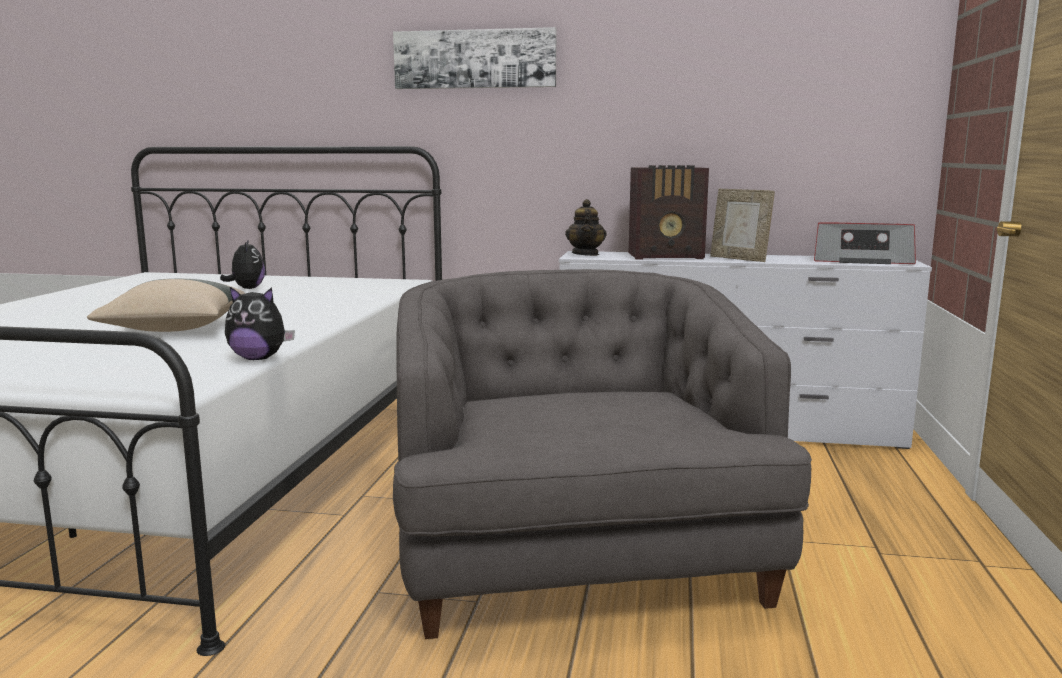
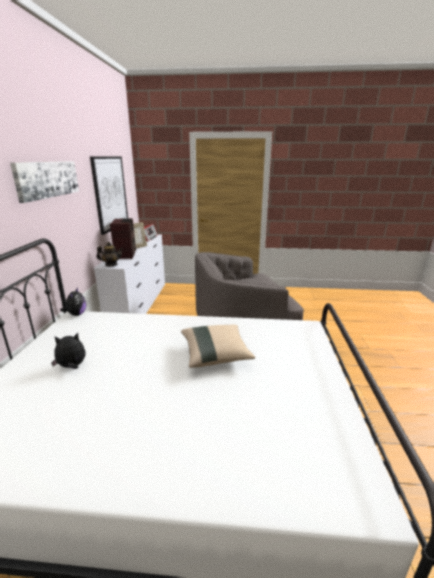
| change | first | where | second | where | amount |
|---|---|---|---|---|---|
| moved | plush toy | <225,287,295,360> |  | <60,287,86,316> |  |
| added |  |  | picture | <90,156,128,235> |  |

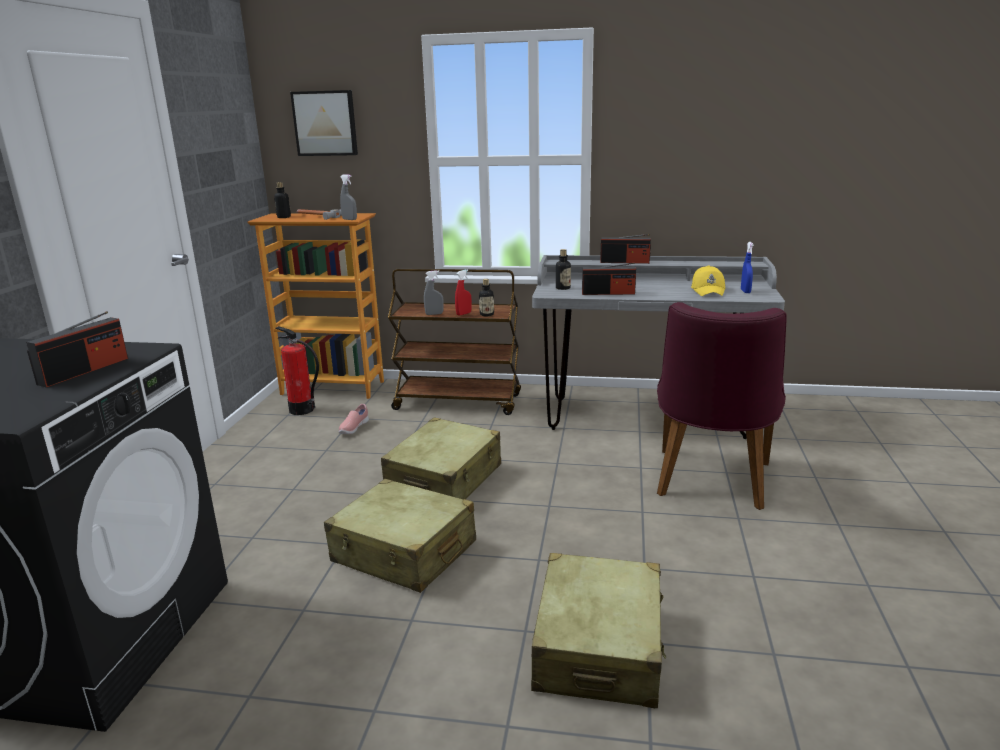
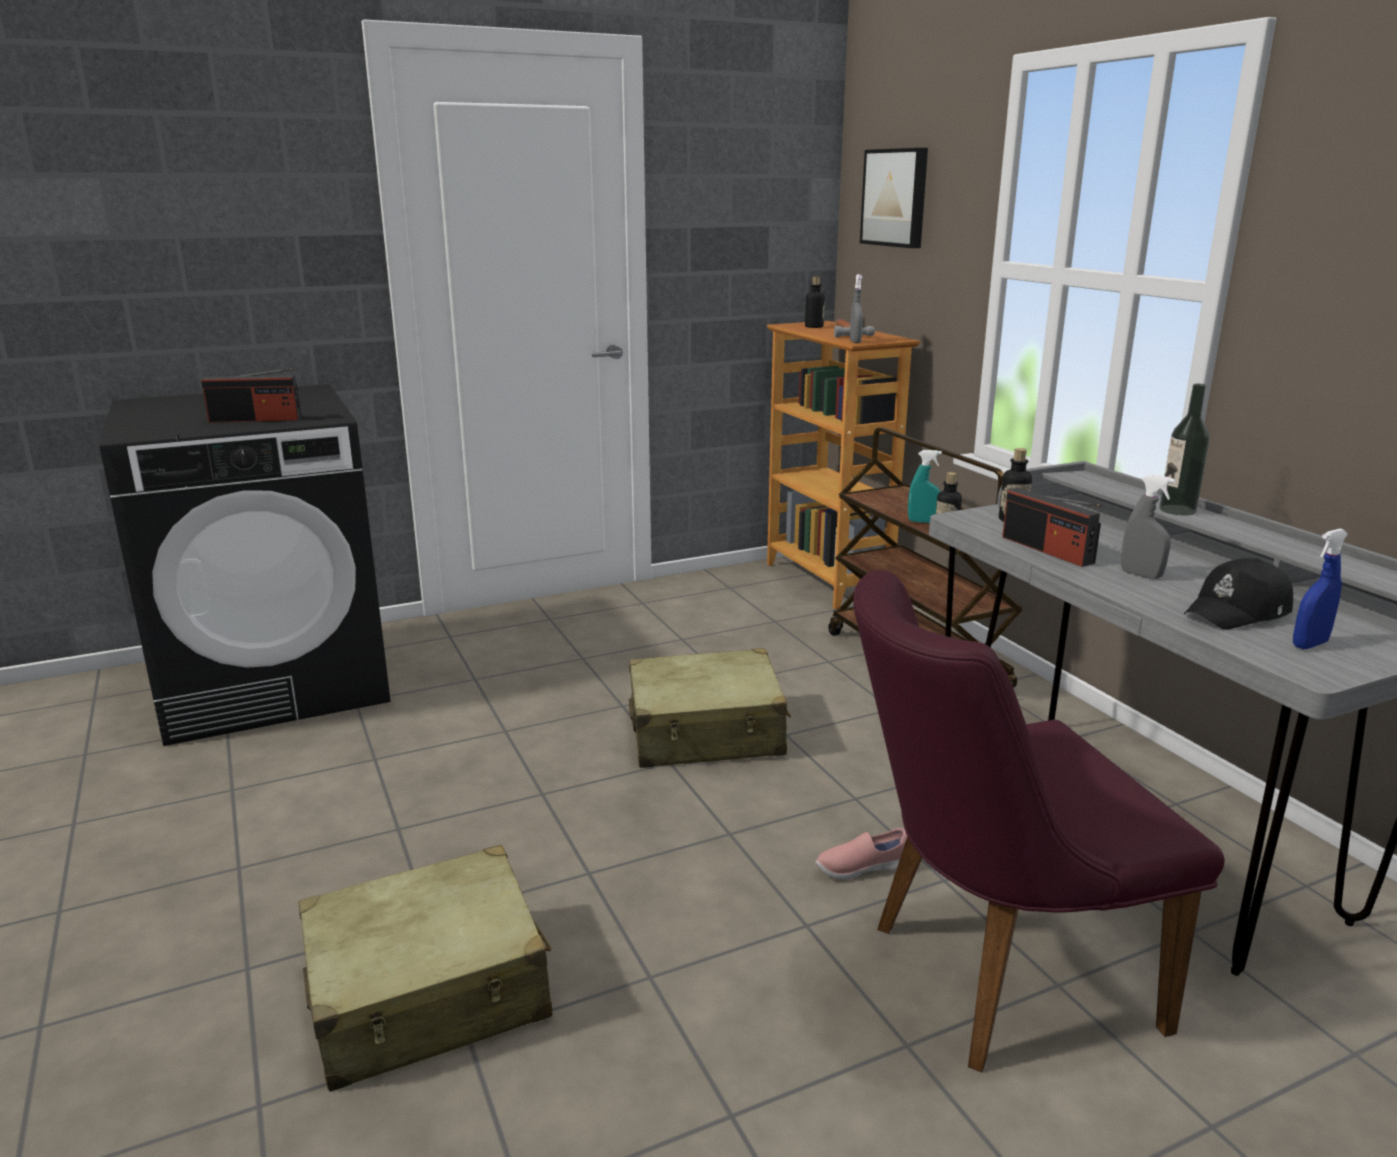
| change | first | where | second | where | amount |
|---|---|---|---|---|---|
| moved | pink shoe | <338,404,369,434> |  | <816,828,907,880> |  |
| recoloured | red spray bottle | <455,269,472,316> | turquoise spray bottle | <908,450,942,523> |  |
| moved | grey spray bottle | <424,270,444,315> |  | <1121,474,1176,579> |  |
| replaced | radio | <600,234,651,264> | bottle | <1159,384,1210,515> |  |
| recoloured | yellow cap | <691,265,725,296> | black cap | <1184,558,1293,630> |  |
| removed | fire extinguisher | <276,326,319,415> |  |  |  |
| removed | beige suitcase | <324,479,476,593> |  |  |  |

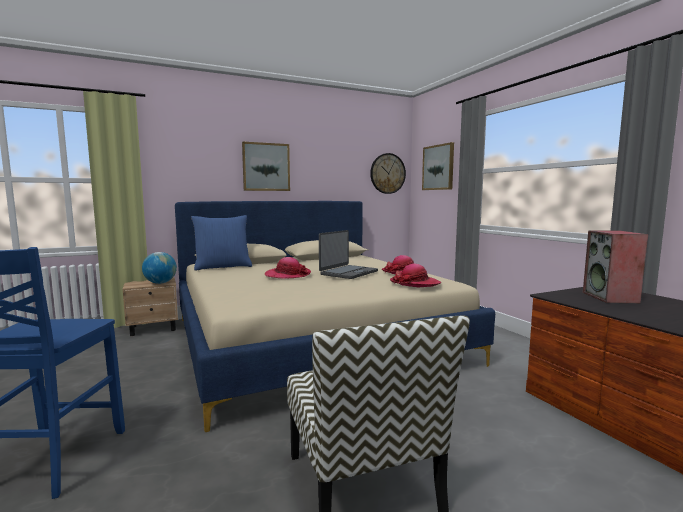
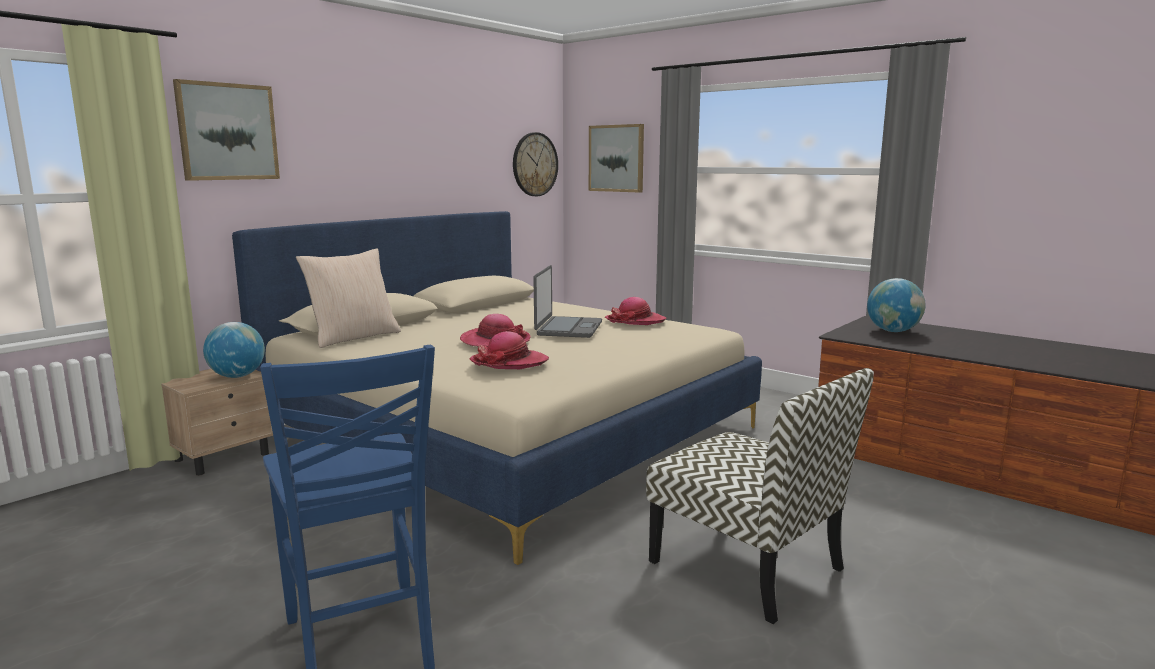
| change | first | where | second | where | amount |
|---|---|---|---|---|---|
| moved | picture | <242,142,290,191> |  | <173,79,280,181> |  |
| recoloured | blue pillow | <191,215,252,270> | beige pillow | <296,249,401,348> |  |
| moved | hat | <390,264,441,288> |  | <470,331,549,369> |  |
| replaced | speaker | <583,230,648,303> | globe | <867,278,926,332> |  |

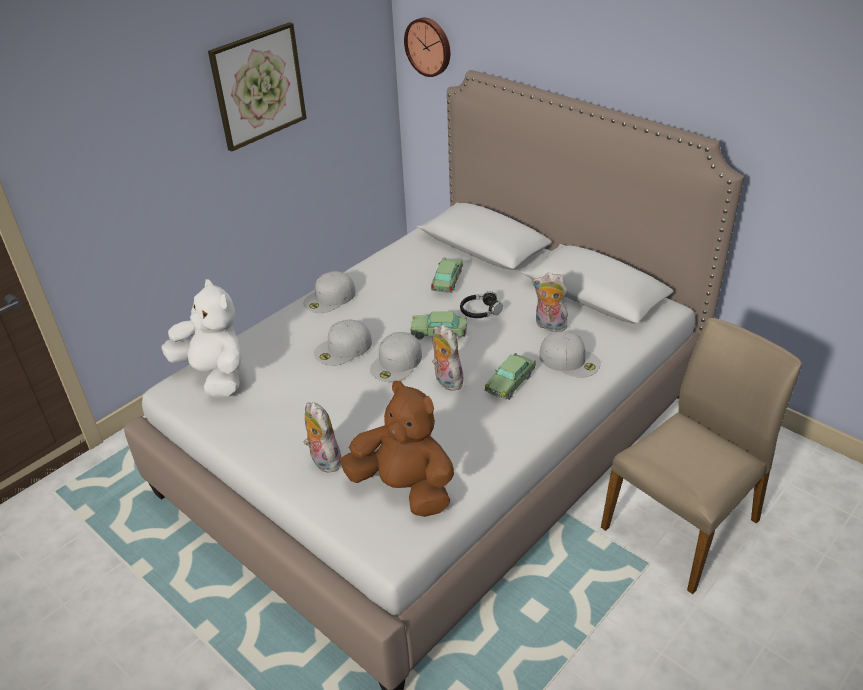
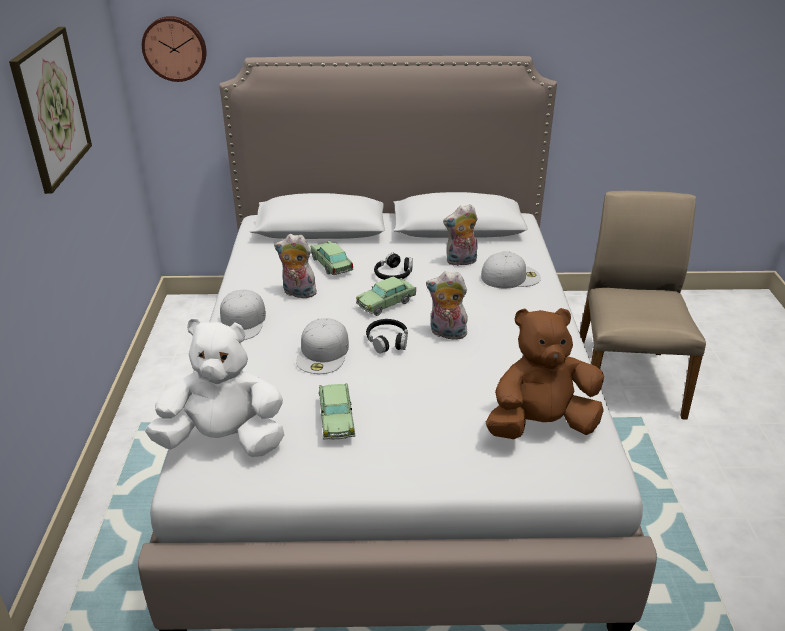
| change | first | where | second | where | amount |
|---|---|---|---|---|---|
| moved | plush toy | <304,402,341,473> |  | <274,234,317,298> |  |
| moved | toy car | <484,353,536,400> |  | <319,383,356,440> |  |
| replaced | white cap | <370,332,422,382> | black headphones | <366,319,408,354> |  |

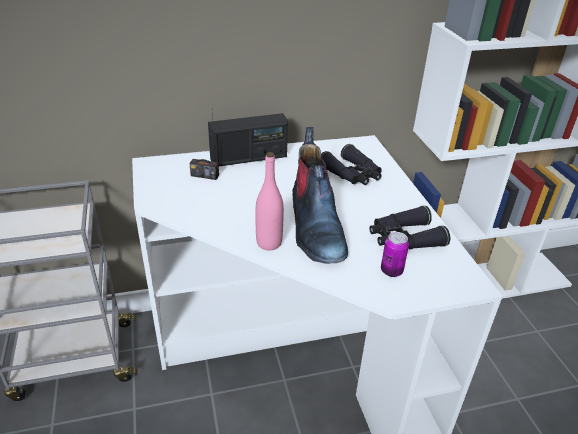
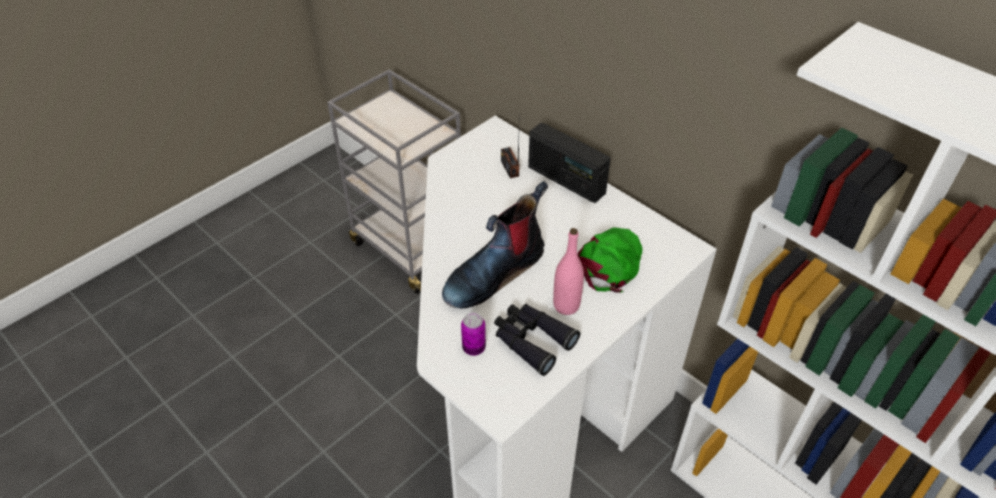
| change | first | where | second | where | amount |
|---|---|---|---|---|---|
| moved | pink bottle | <255,152,284,250> |  | <553,228,584,315> |  |
| replaced | black binoculars | <321,144,382,185> | green cap | <578,227,643,293> |  |

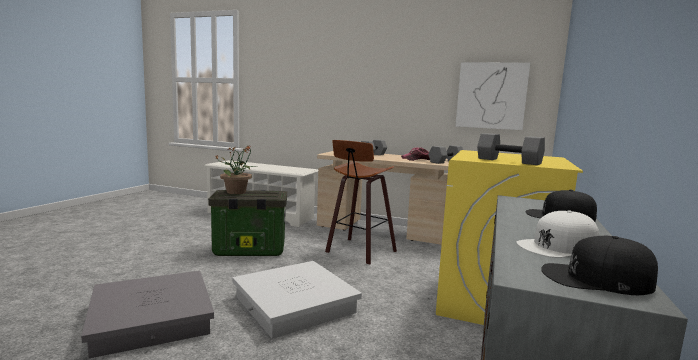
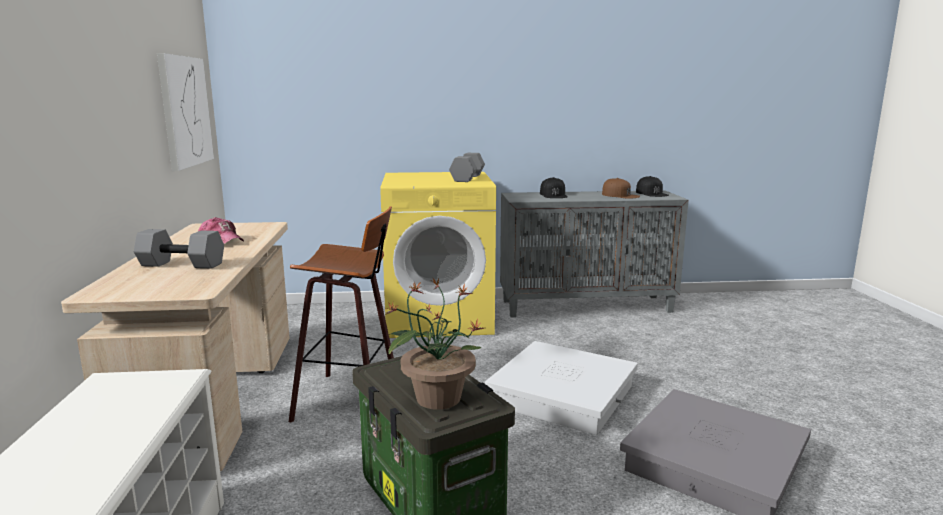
| change | first | where | second | where | amount |
|---|---|---|---|---|---|
| recoloured | white cap | <516,210,599,258> | brown cap | <602,178,640,199> |  |
| removed | grey dumbbell | <428,145,463,164> |  |  |  |

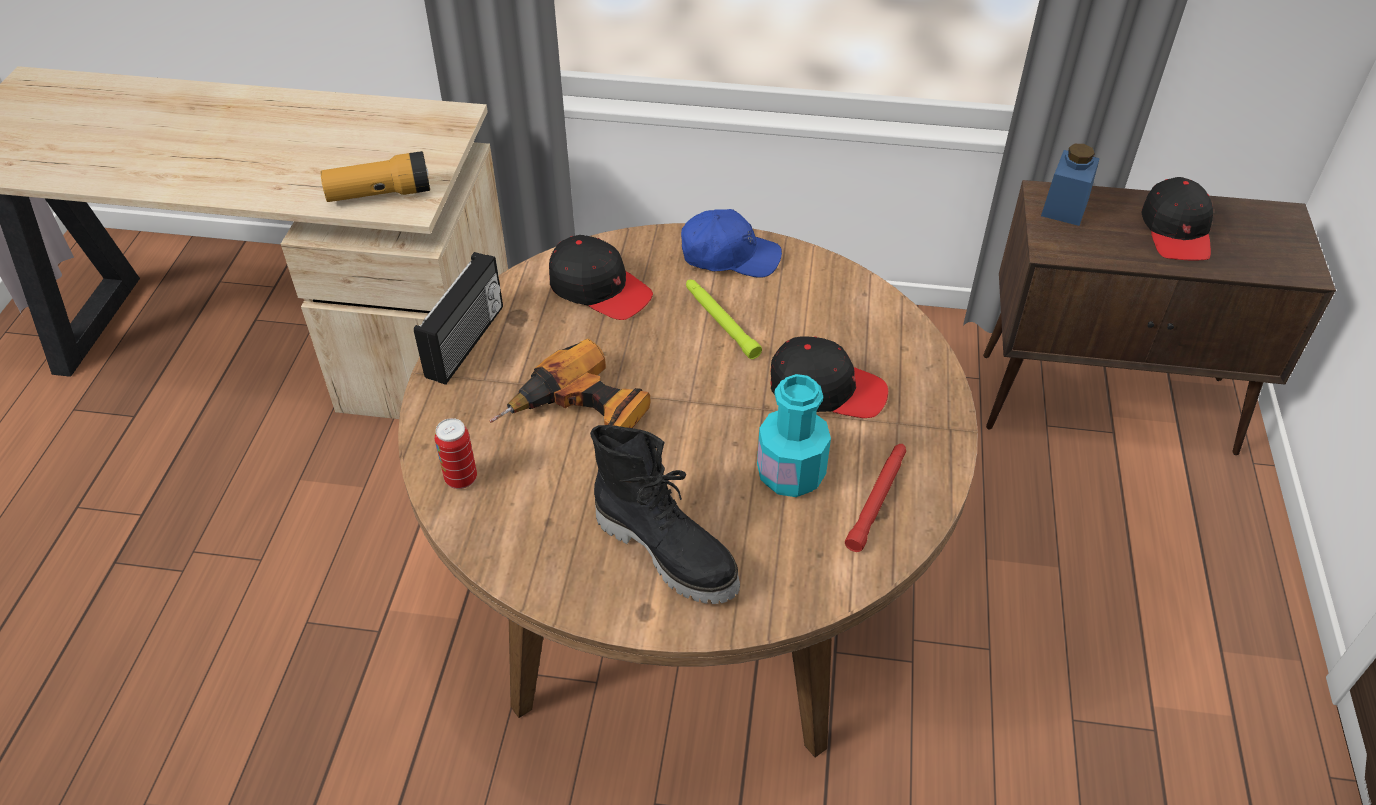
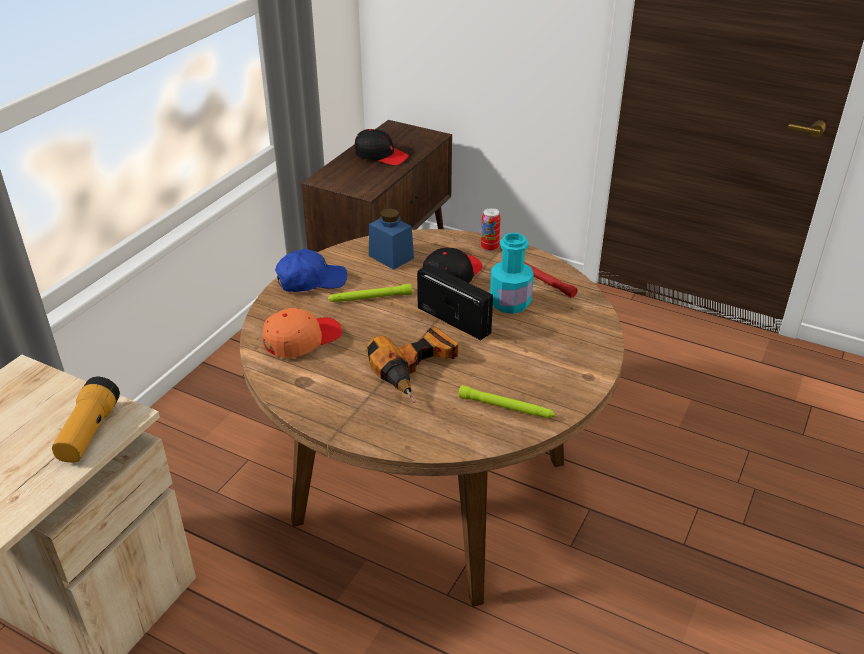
| change | first | where | second | where | amount |
|---|---|---|---|---|---|
| recoloured | black cap | <549,235,653,320> | orange cap | <263,308,342,358> |  |
| turned | blue cap | <681,209,782,278> |  | <275,248,347,292> | 45 degrees clockwise |
| moved | blue jar | <1041,144,1100,226> |  | <369,208,414,270> |  |
| moved | radio | <414,252,503,385> |  | <417,264,493,340> |  |
| added |  |  | green flashlight | <458,385,555,418> |  |
| moved | can | <435,418,477,489> |  | <481,208,501,252> |  |
| removed | black boot | <590,425,740,604> |  |  |  |

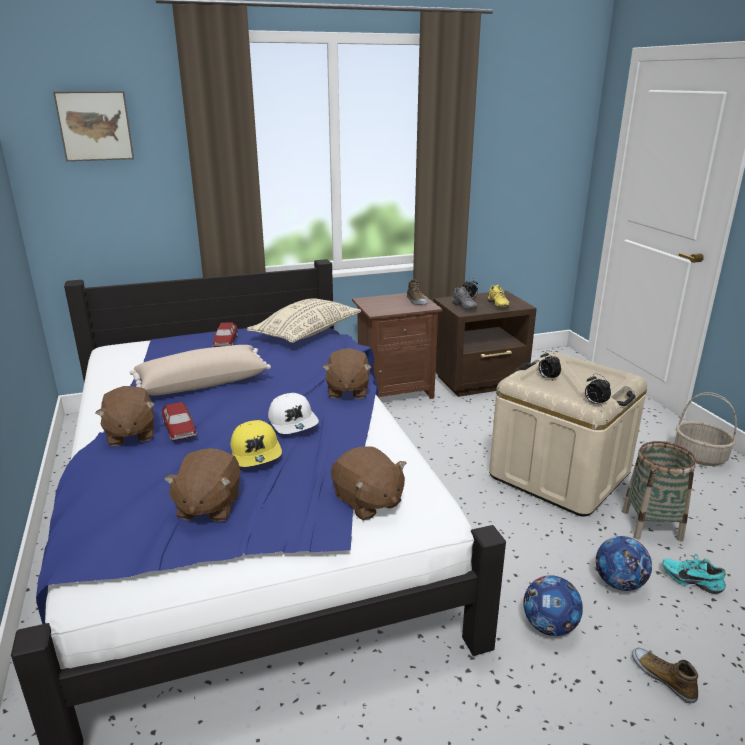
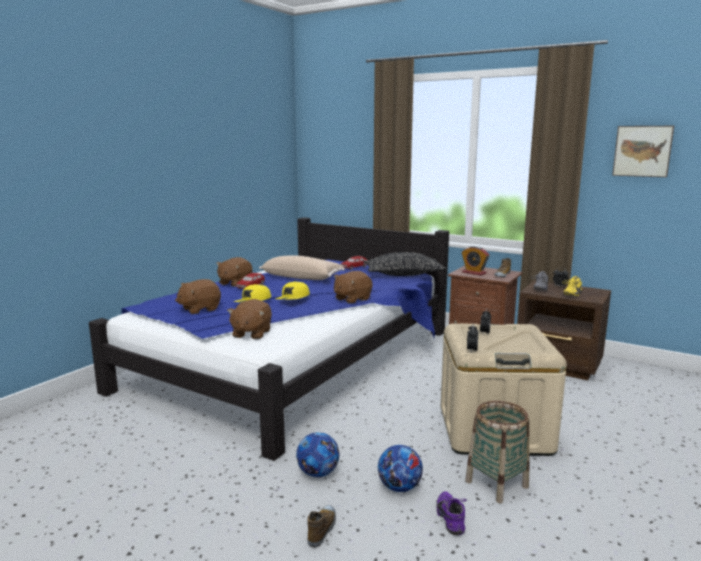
| change | first | where | second | where | amount |
|---|---|---|---|---|---|
| recoloured | white cap | <268,393,319,434> | yellow cap | <276,281,310,299> |  |
| recoloured | beige pillow | <247,298,361,343> | black pillow | <363,252,446,276> |  |
| recoloured | turquoise shoe | <663,554,726,594> | purple shoe | <437,491,467,535> |  |
| added |  |  | alarm clock | <462,246,489,276> |  |
| moved | picture | <53,91,134,161> |  | <612,126,674,177> |  |
| removed | basket | <674,392,737,466> |  |  |  |

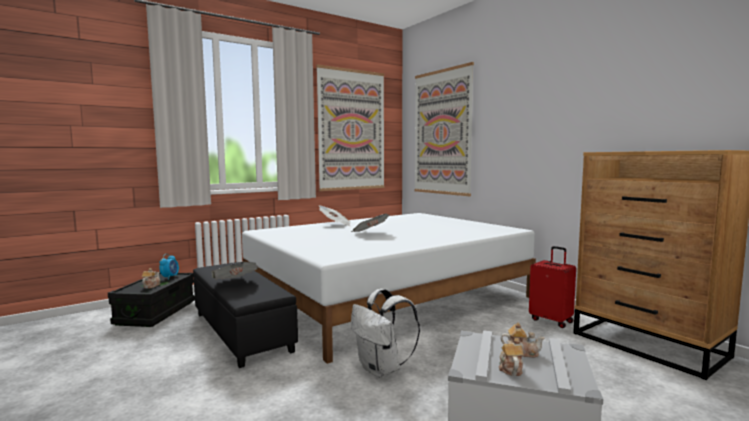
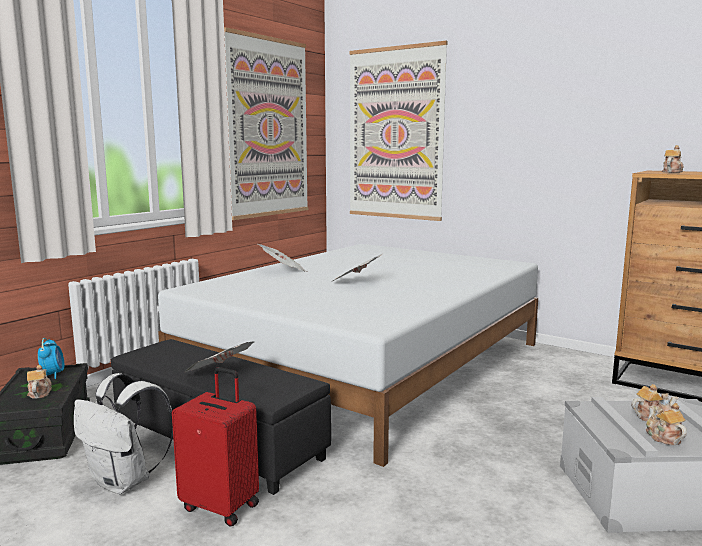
| change | first | where | second | where | amount |
|---|---|---|---|---|---|
| moved | white backpack | <351,289,420,378> |  | <74,373,173,494> |  |
| moved | red suitcase | <529,246,576,328> |  | <172,367,259,527> |  |
| added |  |  | teapot | <662,145,683,173> |  |

